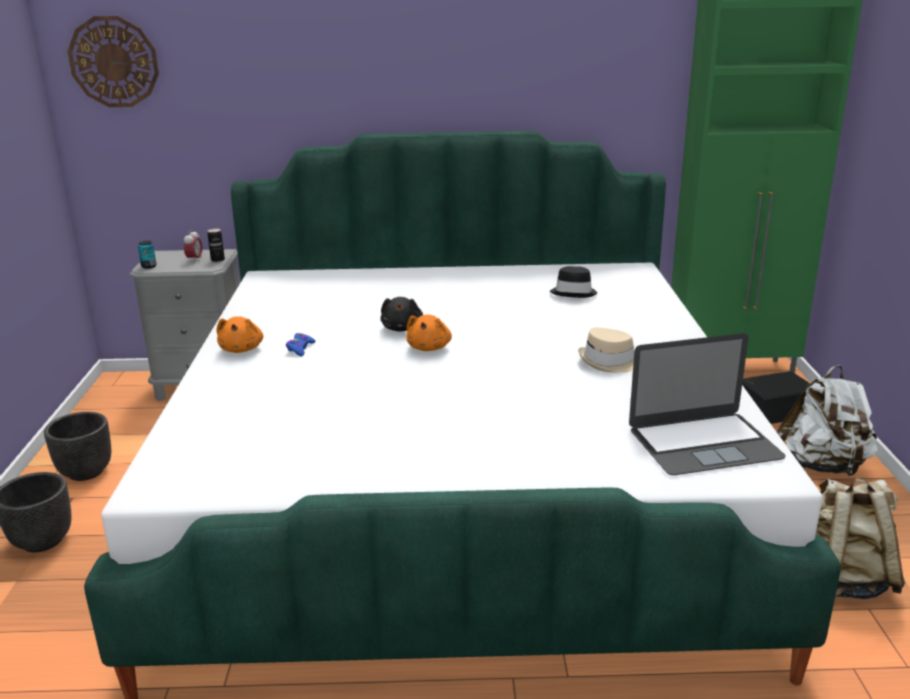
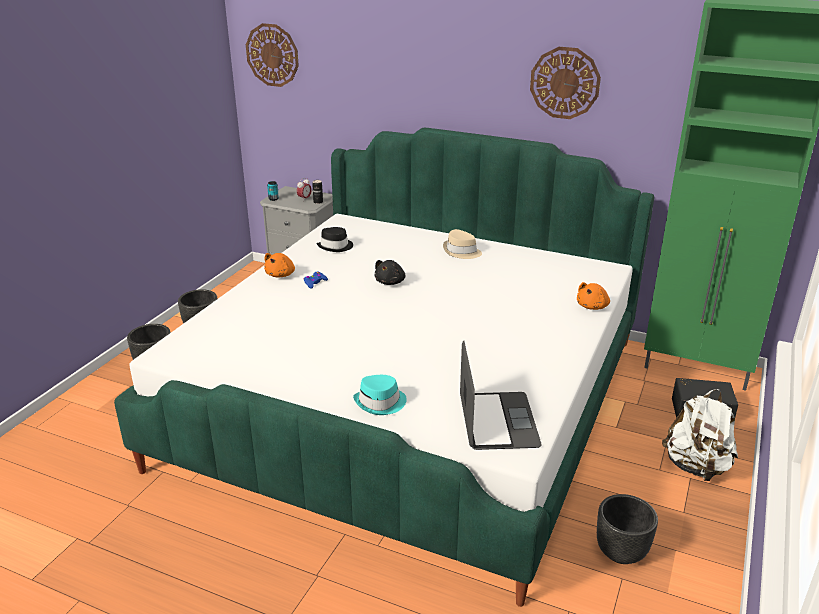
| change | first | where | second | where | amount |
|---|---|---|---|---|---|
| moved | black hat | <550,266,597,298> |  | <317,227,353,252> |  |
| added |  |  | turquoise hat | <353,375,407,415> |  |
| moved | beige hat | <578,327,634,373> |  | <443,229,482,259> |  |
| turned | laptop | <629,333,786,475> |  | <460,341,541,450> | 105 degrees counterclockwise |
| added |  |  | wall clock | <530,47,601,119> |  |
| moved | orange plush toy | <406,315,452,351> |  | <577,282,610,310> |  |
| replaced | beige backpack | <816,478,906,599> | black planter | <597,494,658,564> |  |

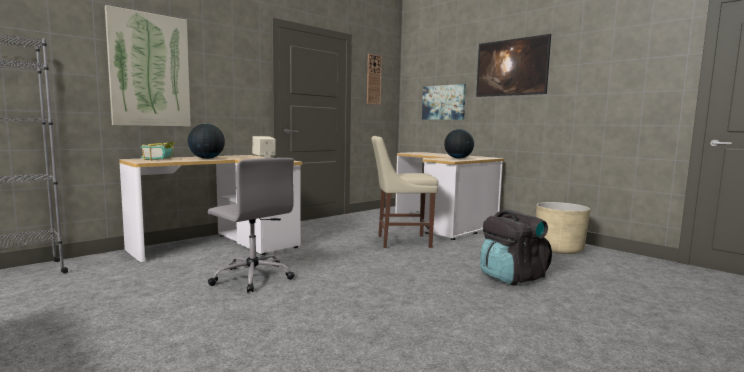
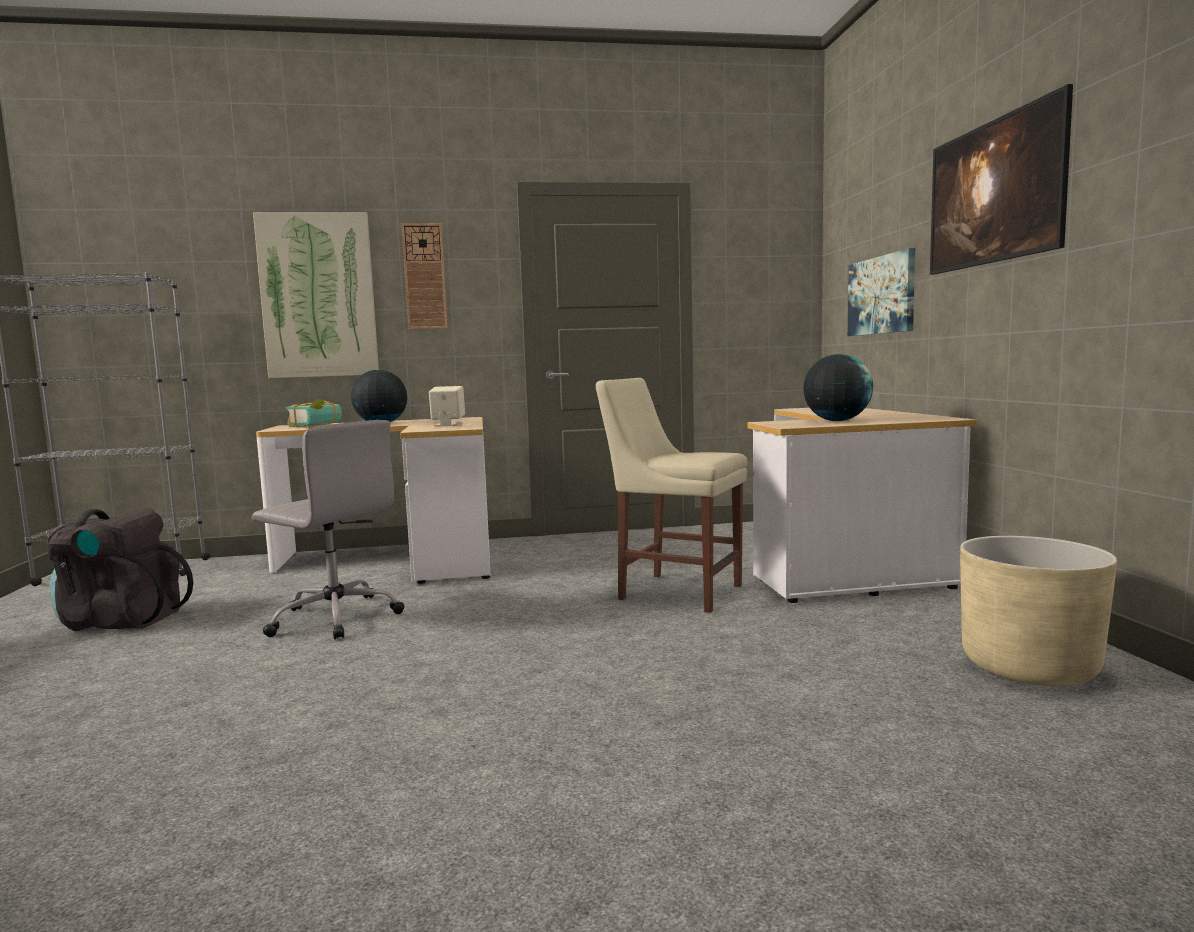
| change | first | where | second | where | amount |
|---|---|---|---|---|---|
| moved | black backpack | <480,209,552,286> |  | <47,507,194,631> |  |
| turned | grey office chair | <208,157,295,293> |  | <252,420,405,640> | 45 degrees counterclockwise |
| moved | wall clock | <367,54,382,105> |  | <402,223,448,329> |  |

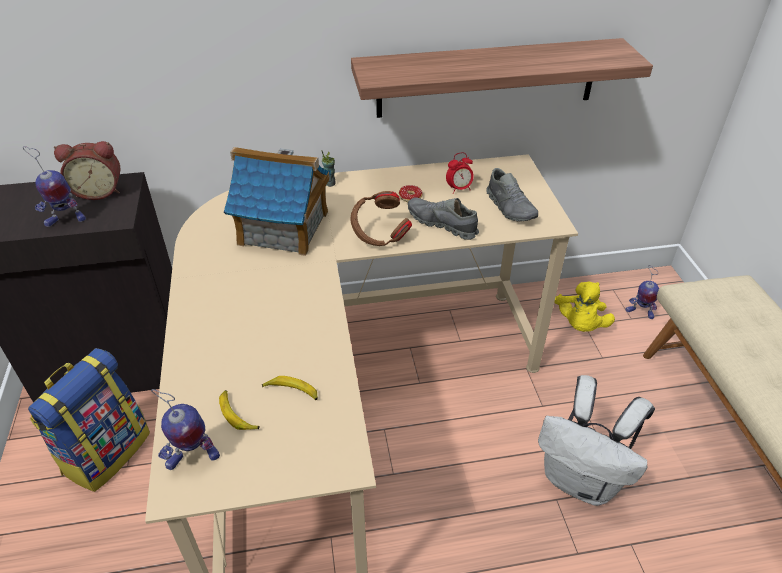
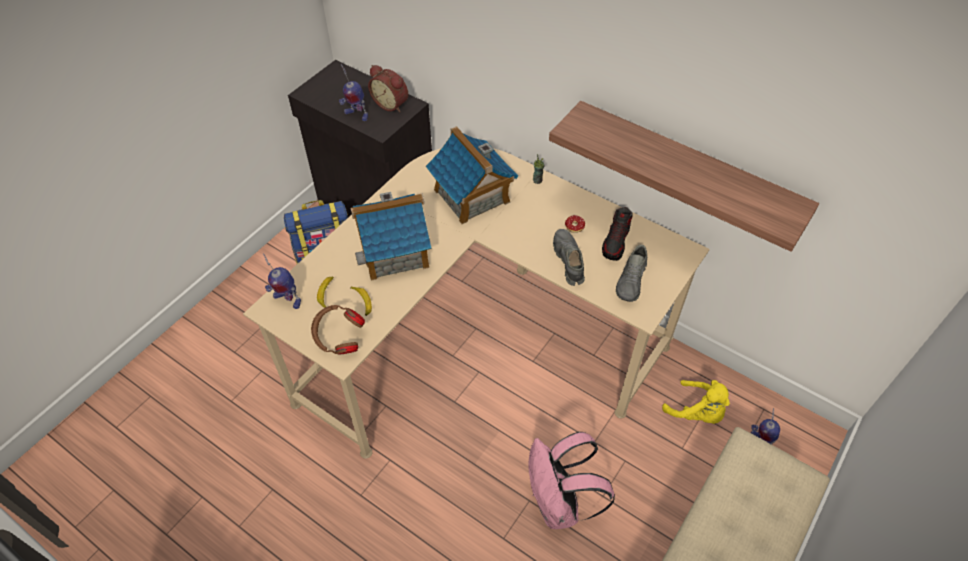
| change | first | where | second | where | amount |
|---|---|---|---|---|---|
| moved | brown headphones | <350,191,412,246> |  | <311,305,365,354> |  |
| added |  |  | toy house | <351,192,431,281> |  |
| recoloured | white backpack | <538,375,655,506> | pink backpack | <528,432,615,529> |  |
| replaced | alarm clock | <446,152,474,194> | shoe | <602,207,633,261> |  |
| turned | yellow plush toy | <554,281,615,332> |  | <662,380,730,424> | 105 degrees counterclockwise |

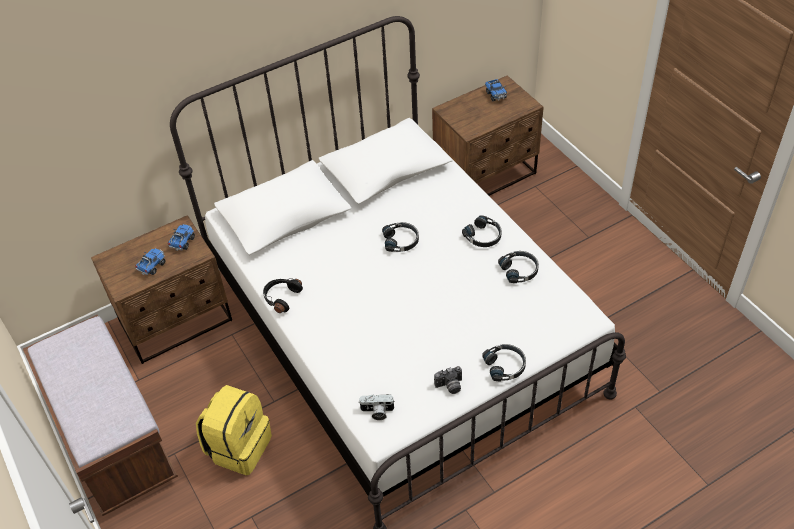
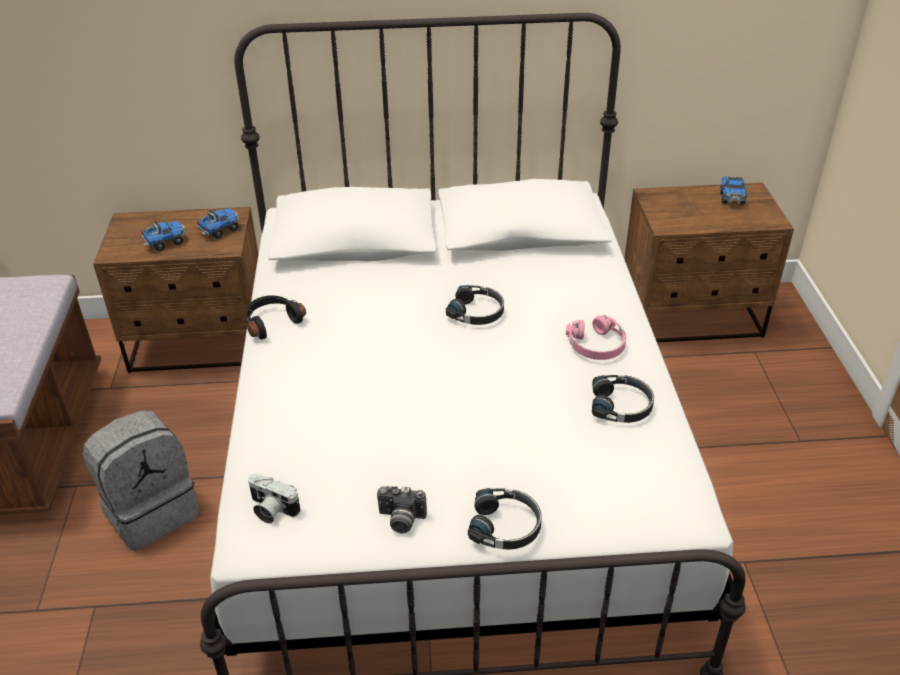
| change | first | where | second | where | amount |
|---|---|---|---|---|---|
| recoloured | yellow backpack | <196,385,272,476> | grey backpack | <83,410,200,551> |  |
| recoloured | black headphones | <462,215,502,247> | pink headphones | <566,315,626,360> |  |

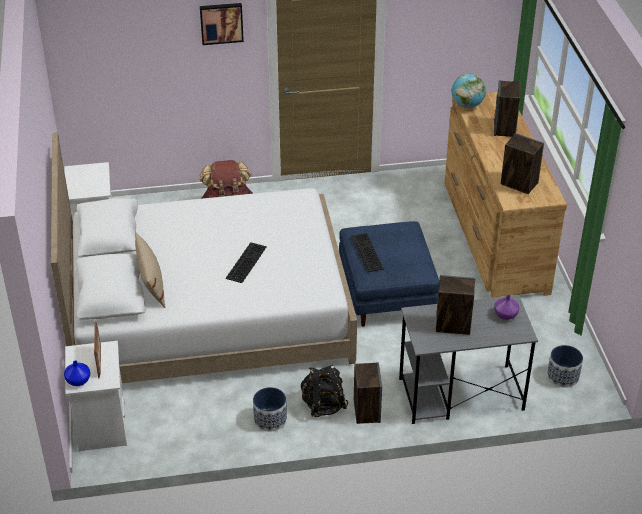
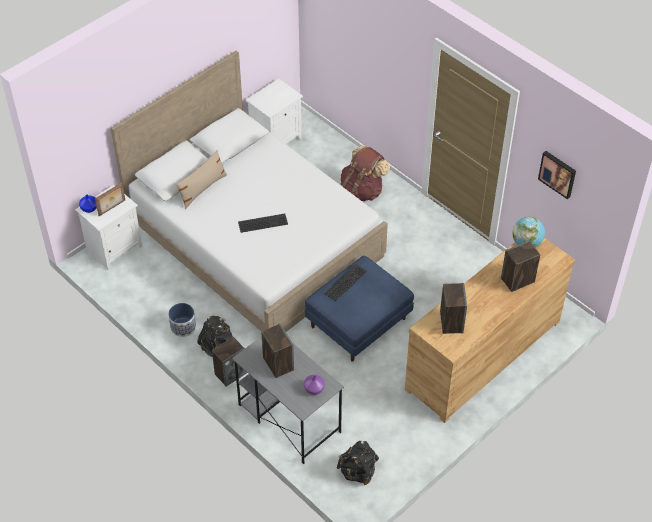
| change | first | where | second | where | amount |
|---|---|---|---|---|---|
| replaced | planter | <547,345,583,388> | black backpack | <337,441,379,485> |  |
| moved | picture | <200,3,244,45> |  | <538,151,576,199> |  |

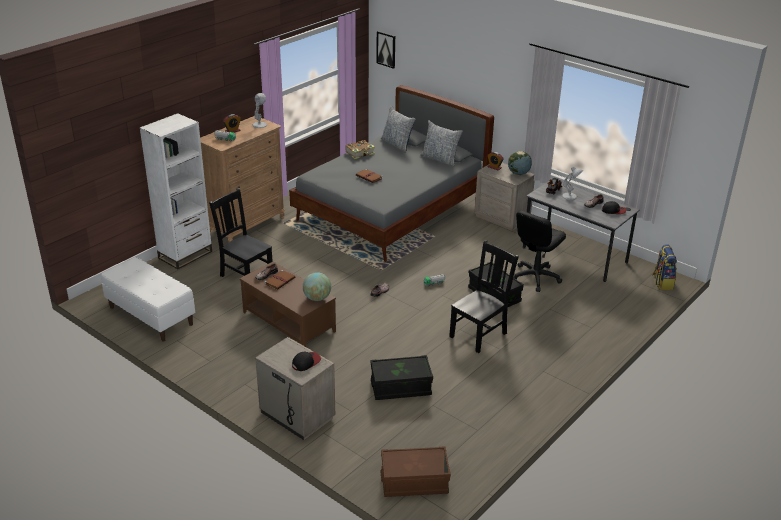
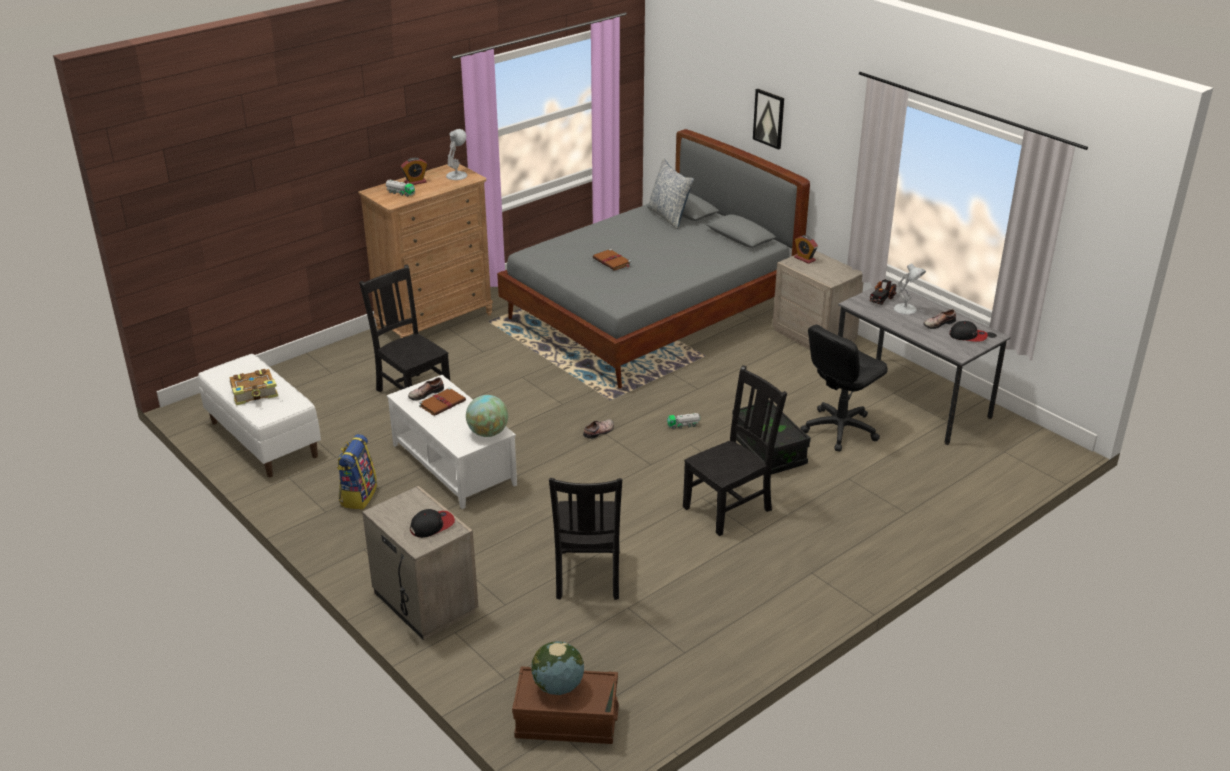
| change | first | where | second | where | amount |
|---|---|---|---|---|---|
| moved | book | <345,140,375,159> |  | <230,369,278,405> |  |
| moved | backpack | <652,244,677,290> |  | <337,434,377,510> |  |
| recoloured | brown coffee table | <240,262,336,347> | white coffee table | <387,375,517,509> |  |
| moved | globe | <508,151,532,175> |  | <532,641,584,695> |  |
| replaced | black storage box | <371,355,433,400> | black chair | <549,478,622,600> |  |
| moved | picture | <376,31,395,69> |  | <753,89,784,150> |  |
| removed | white bookcase | <140,113,212,269> |  |  |  |
| removed | pillow | <420,120,463,167> |  |  |  |

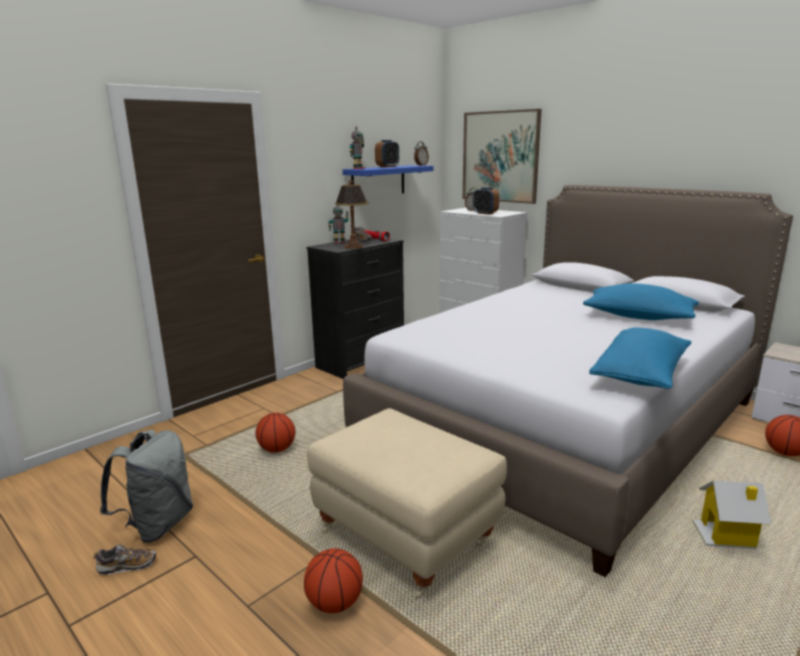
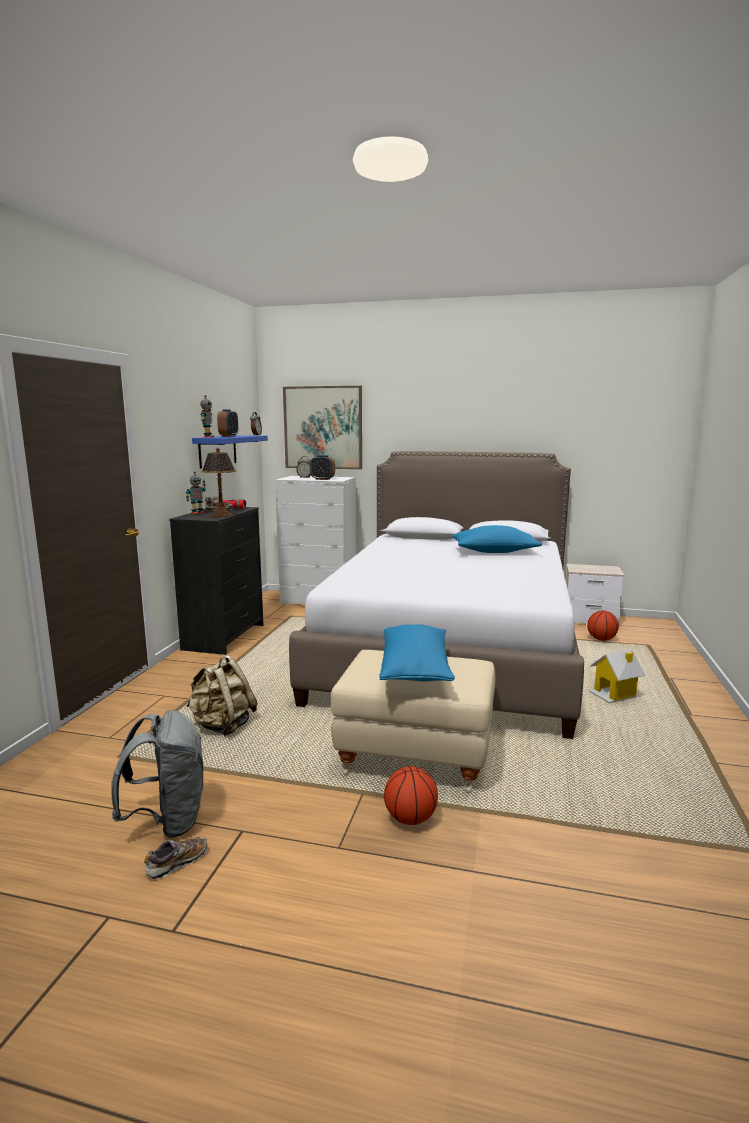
| change | first | where | second | where | amount |
|---|---|---|---|---|---|
| replaced | basketball | <255,413,295,453> | beige backpack | <186,655,258,736> |  |
| moved | blue pillow | <589,328,691,389> |  | <379,624,455,682> |  |

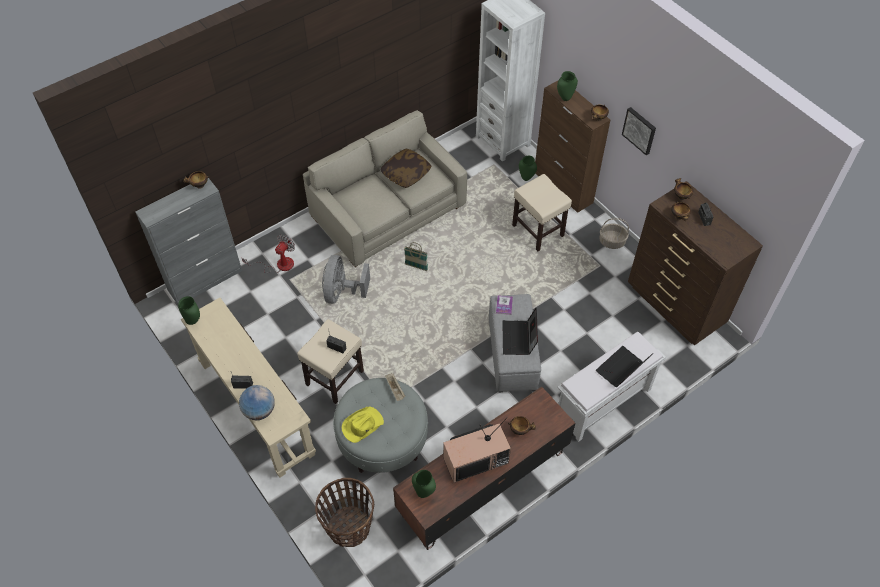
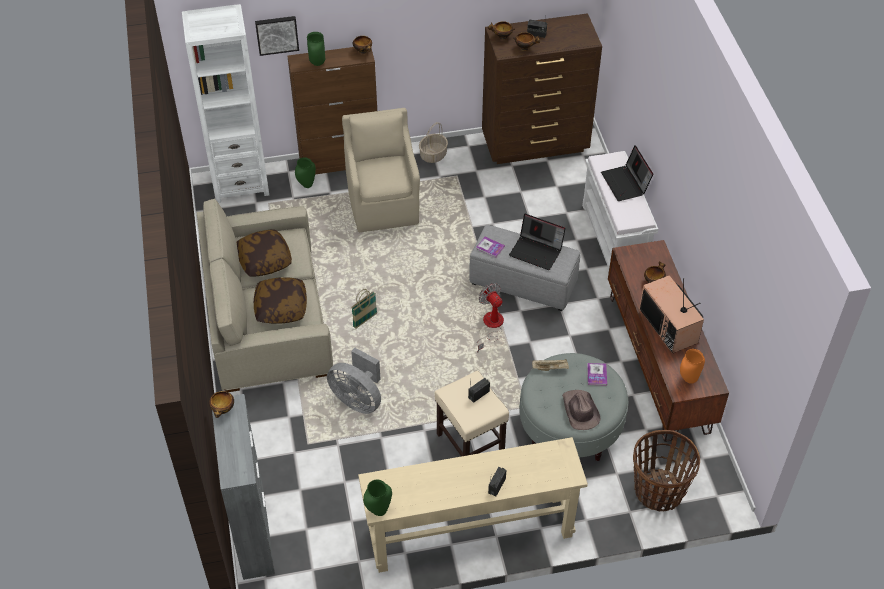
| change | first | where | second | where | amount |
|---|---|---|---|---|---|
| added |  |  | pillow | <254,277,307,324> |  |
| moved | picture | <622,107,656,155> |  | <255,16,299,56> |  |
| replaced | beige stool | <512,174,572,251> | beige armchair | <342,108,420,232> |  |
| moved | fan | <242,235,295,273> |  | <476,283,504,352> |  |
| recoloured | yellow hat | <341,406,384,443> | brown hat | <562,390,601,430> |  |
| added |  |  | book | <587,363,607,386> |  |
| turned | television | <443,417,511,483> |  | <639,275,704,353> | 150 degrees clockwise |
| recoloured | green vase | <412,470,436,498> | orange vase | <680,349,705,384> |  |
| removed | globe | <239,385,275,420> |  |  |  |

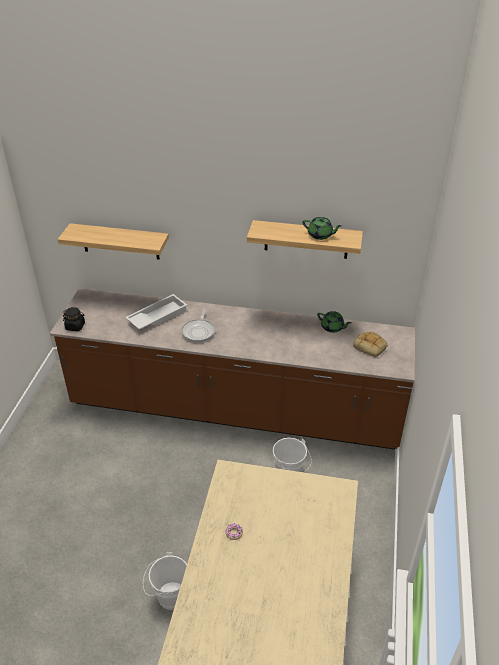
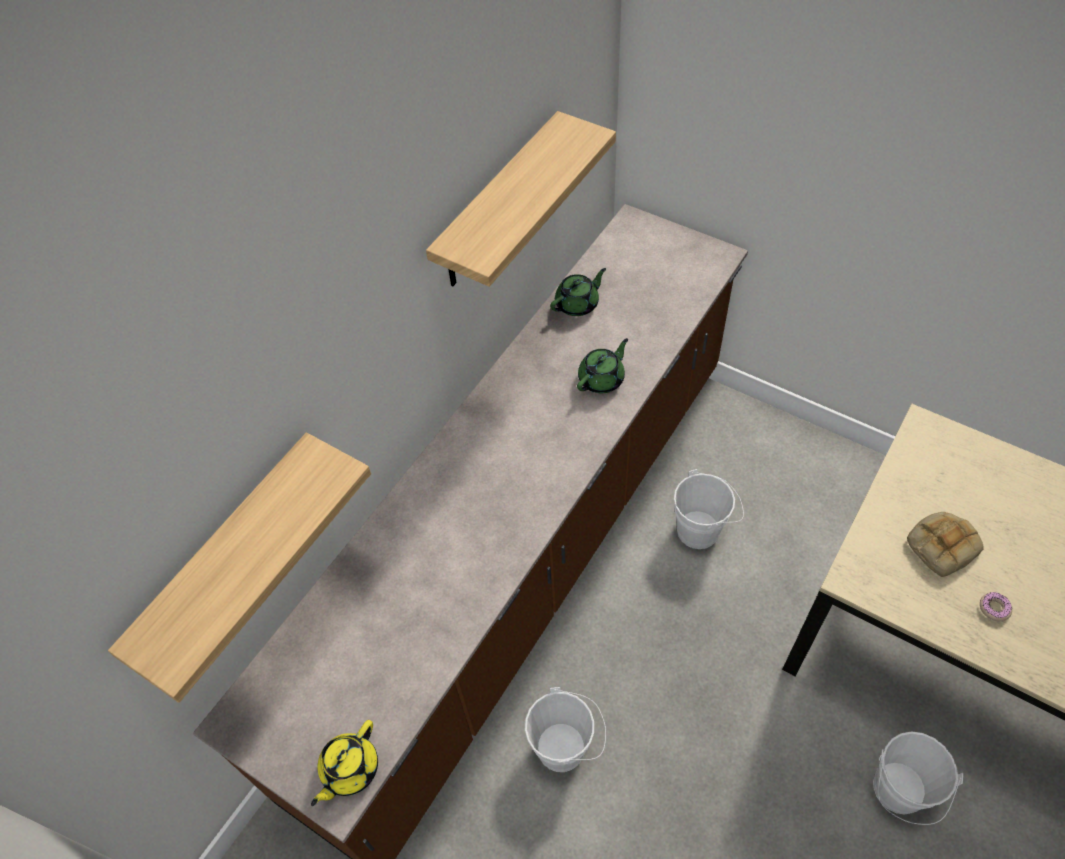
| change | first | where | second | where | amount |
|---|---|---|---|---|---|
| replaced | black jar | <63,307,85,331> | yellow teapot | <311,720,378,806> |  |
| added |  |  | white bucket | <525,687,606,772> |  |
| moved | green teapot | <303,217,342,240> |  | <577,338,628,393> |  |
| moved | bread | <353,332,388,357> |  | <907,512,984,577> |  |
| removed | white tray | <125,294,187,330> |  |  |  |
| removed | frying pan | <182,308,215,343> |  |  |  |

